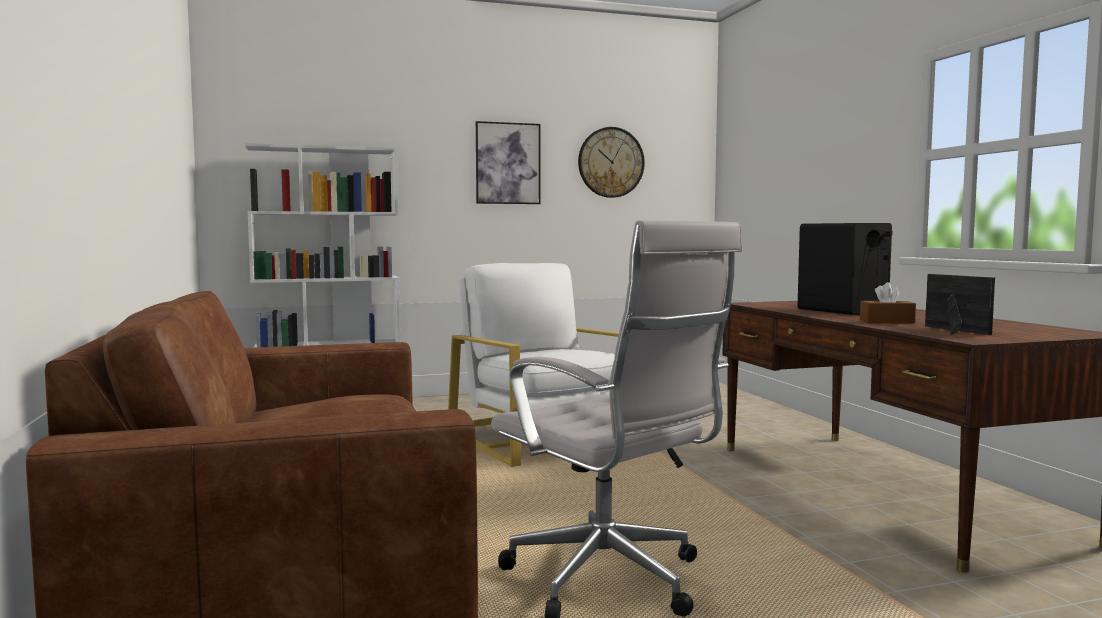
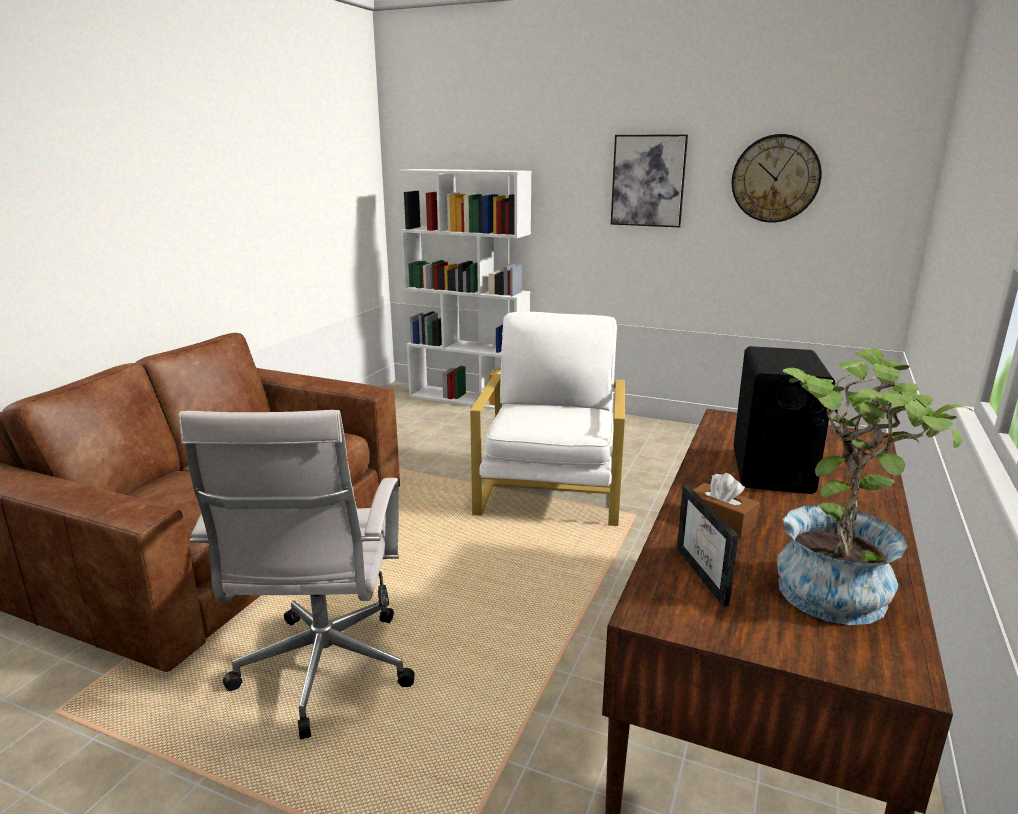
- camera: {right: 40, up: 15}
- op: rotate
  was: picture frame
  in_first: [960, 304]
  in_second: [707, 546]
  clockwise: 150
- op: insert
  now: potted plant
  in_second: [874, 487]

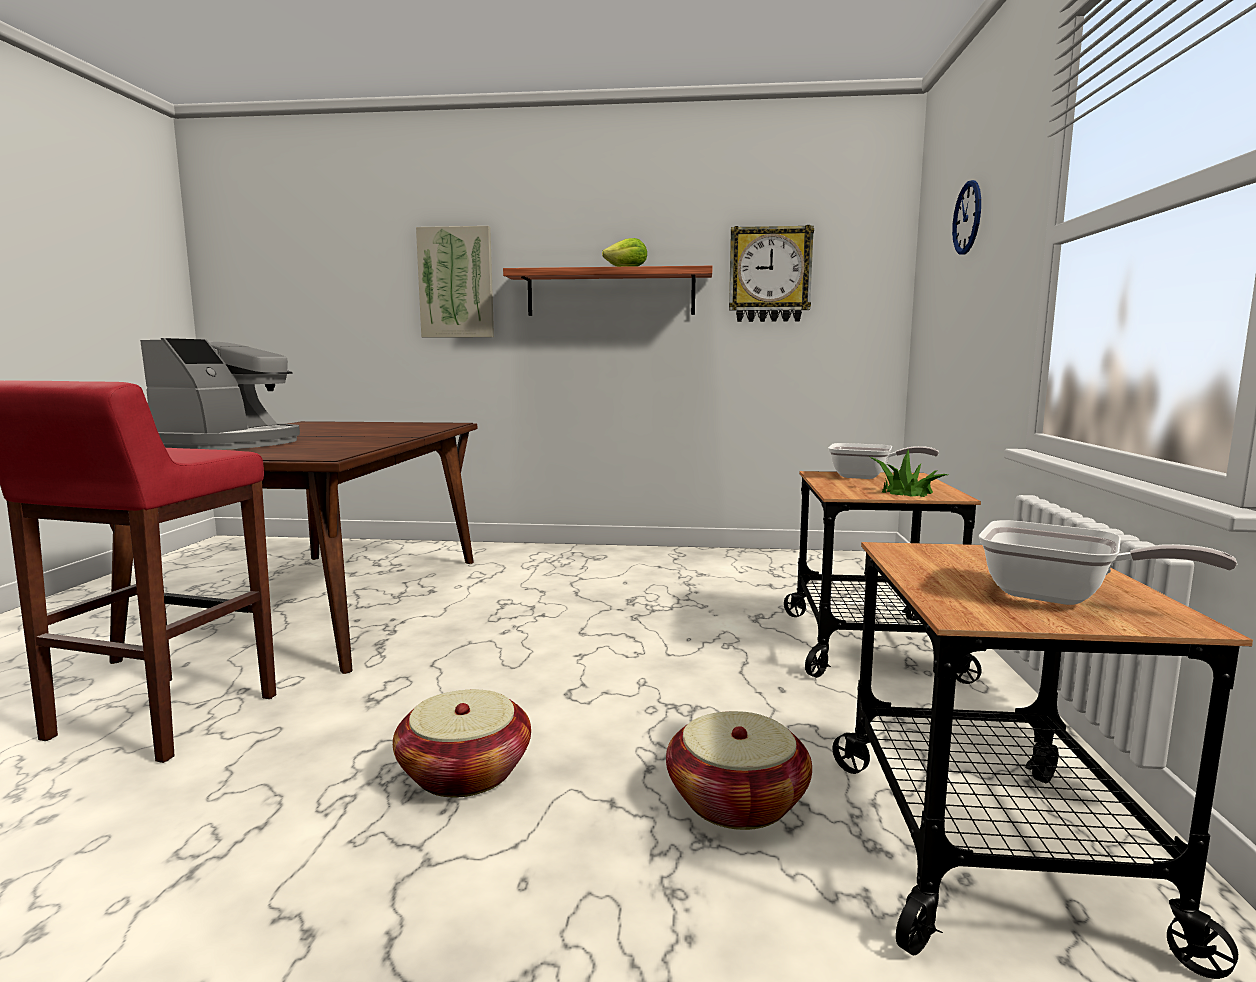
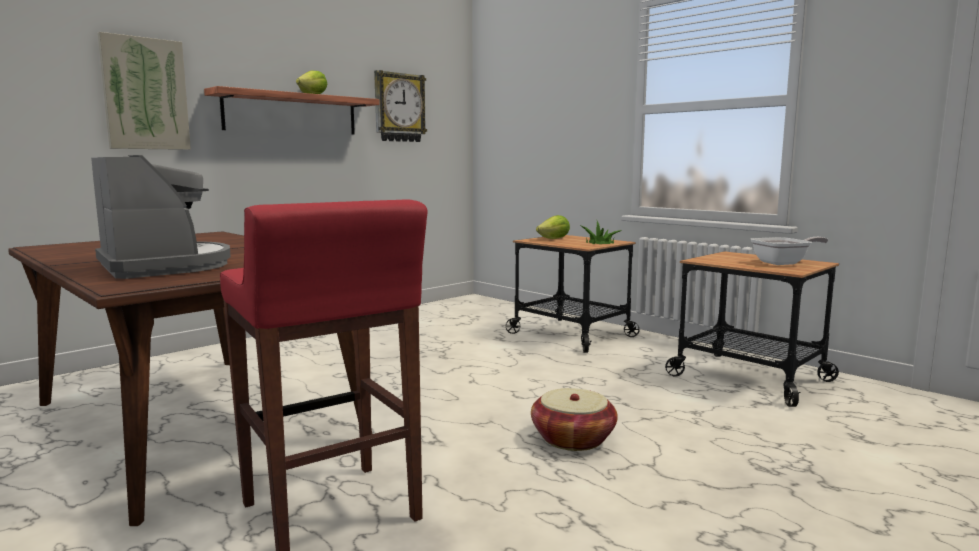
- camera: {right: -50, up: 0}
- op: delete
  was: basket
  in_first: [739, 770]
- op: replace
  was: frying pan
  now: lettuce
  in_first: [883, 461]
  in_second: [553, 227]
- op: delete
  was: wall clock
  in_first: [966, 217]

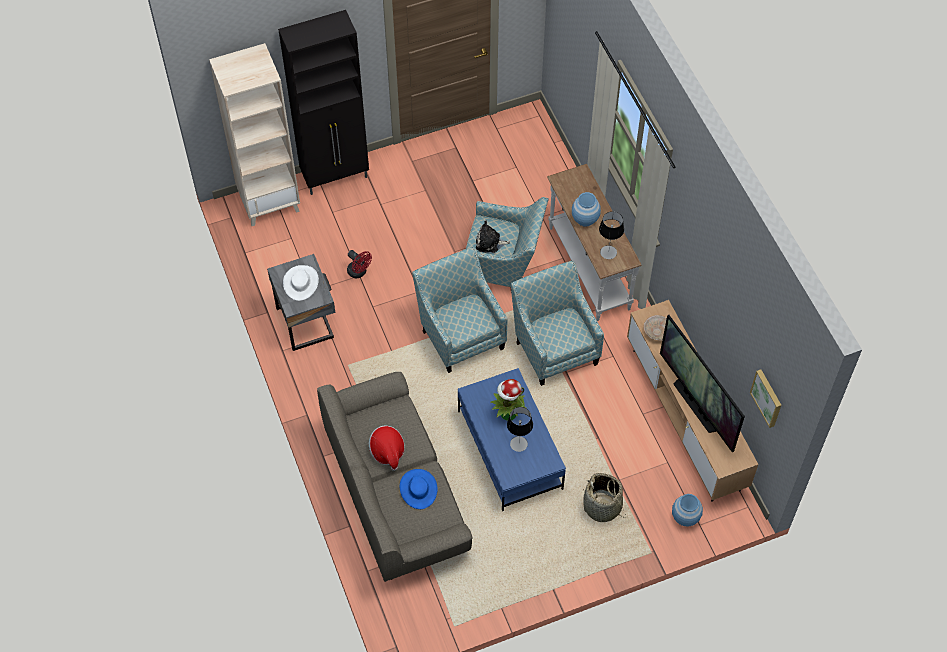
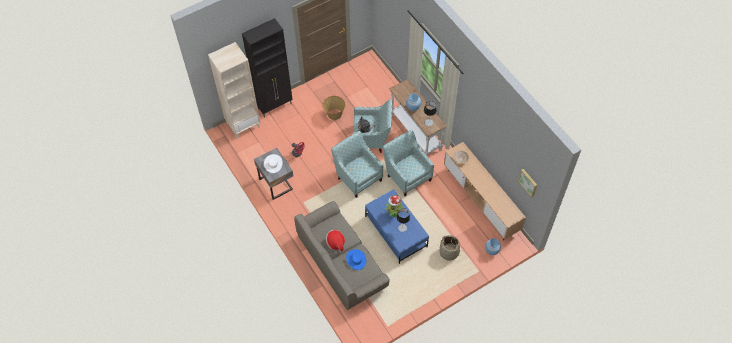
- camera: {right: -10, up: 0}
- op: delete
  was: television
  in_first: [702, 384]
- op: insert
  now: basket
  in_second: [333, 108]

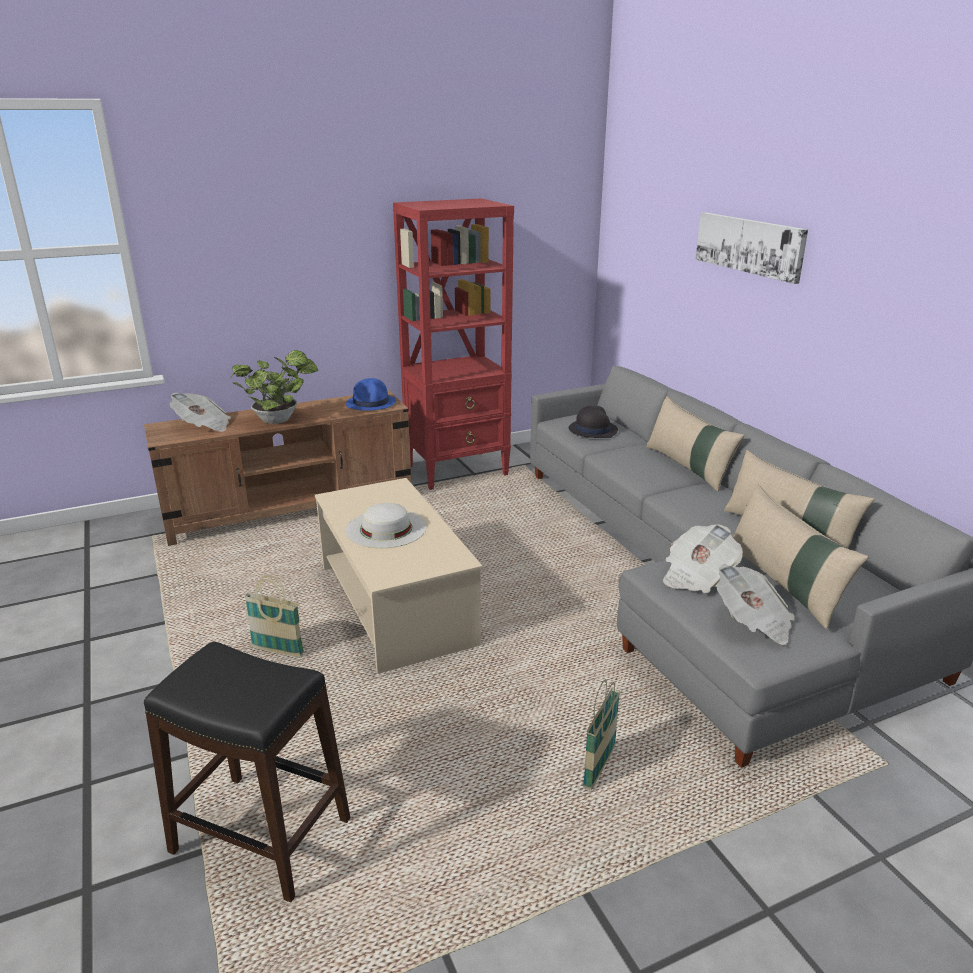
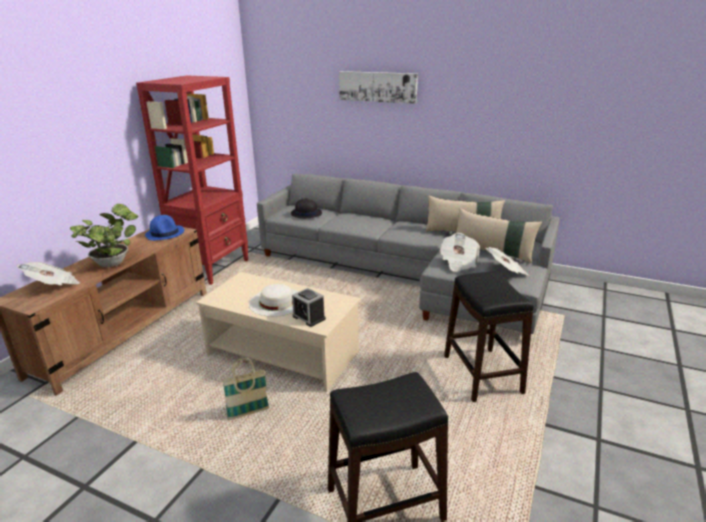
- camera: {right: -40, up: 0}
- op: replace
  was: basket
  now: stool (black)
  in_first: [601, 734]
  in_second: [489, 337]
- op: delete
  was: pillow (beige)
  in_first: [695, 444]
- op: insert
  now: alarm clock
  in_second: [309, 307]

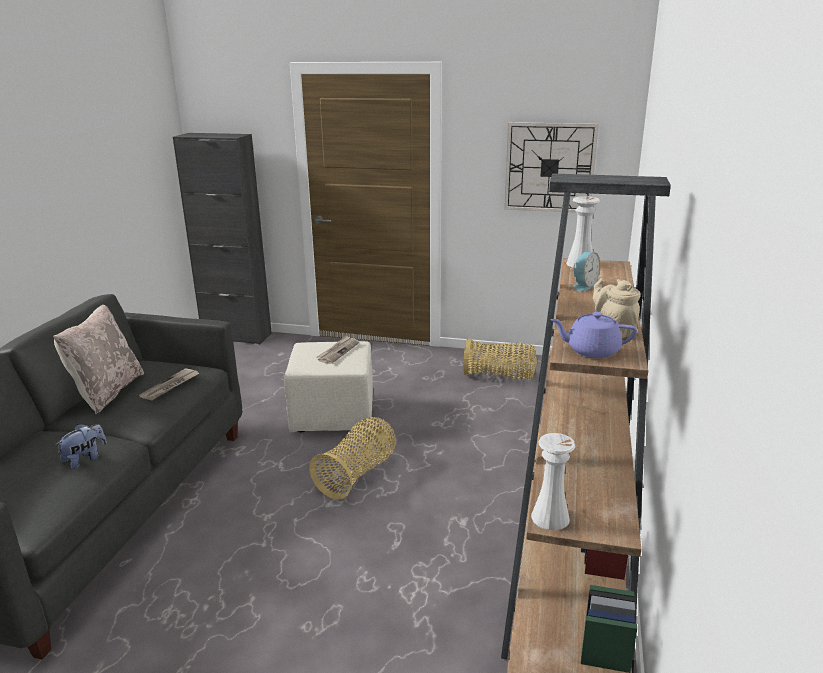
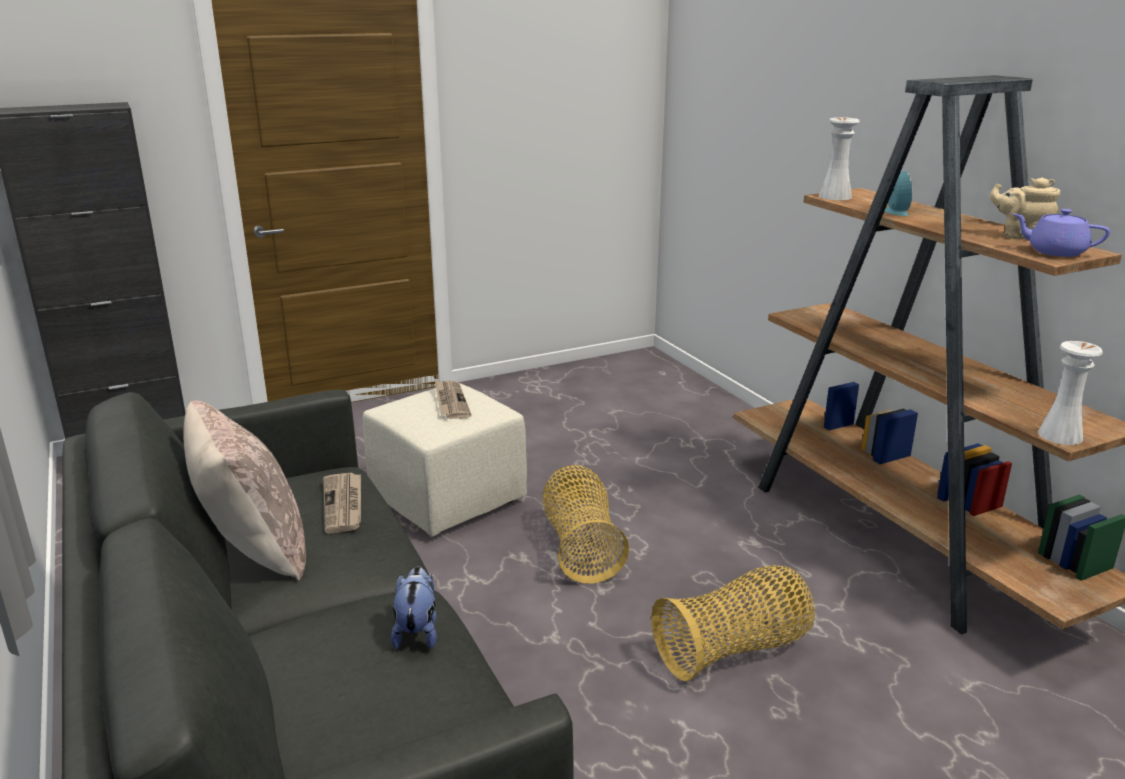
- camera: {right: -40, up: 0}
- op: move
  was: basket
  in_first: [500, 359]
  in_second: [733, 623]
- op: delete
  was: wall clock
  in_first: [551, 167]
- op: rotate
  was: teapot (purple)
  in_first: [593, 335]
  in_second: [1061, 233]
  clockwise: 60

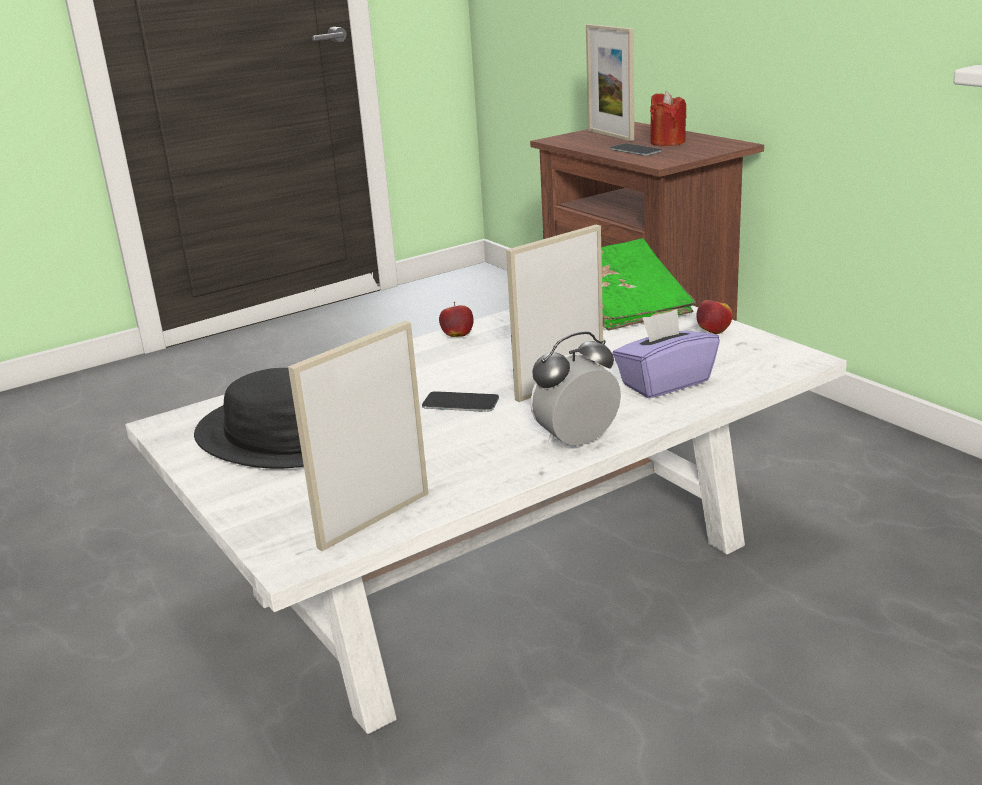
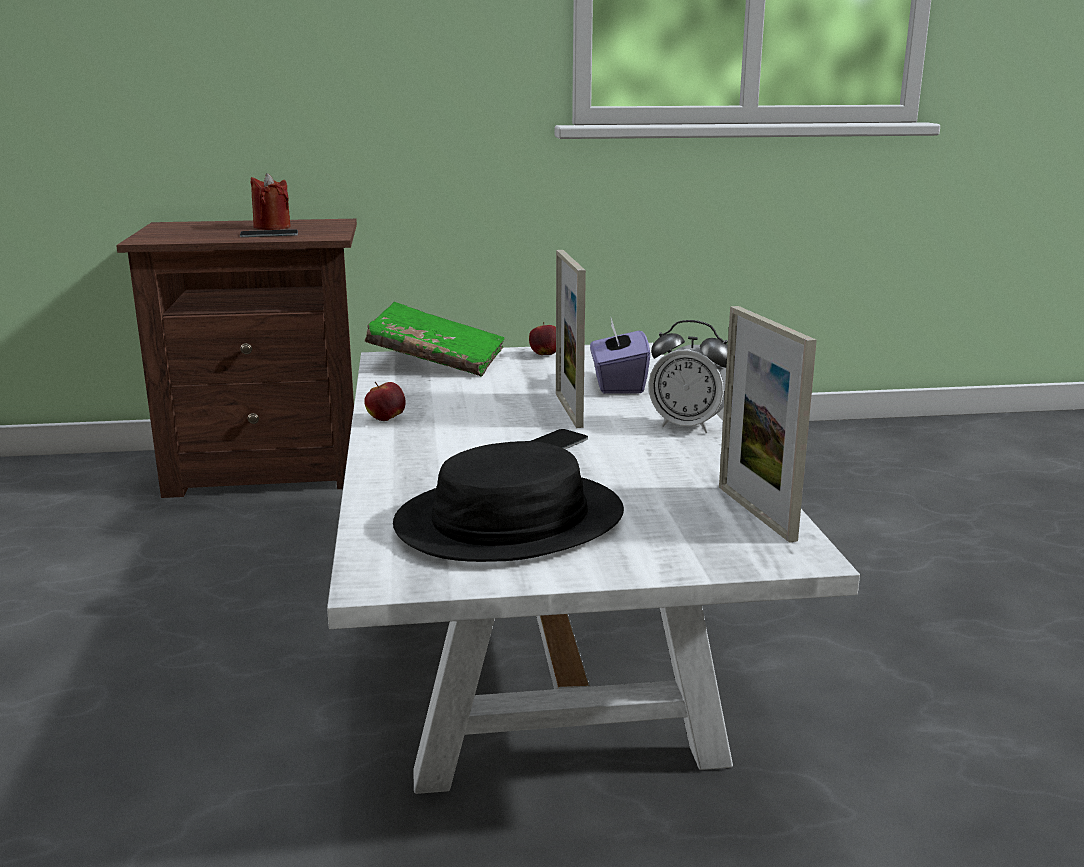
- camera: {right: -65, up: -5}
- op: rotate
  was: alarm clock
  in_first: [575, 389]
  in_second: [688, 376]
  clockwise: -60
- op: delete
  was: picture frame
  in_first: [610, 82]

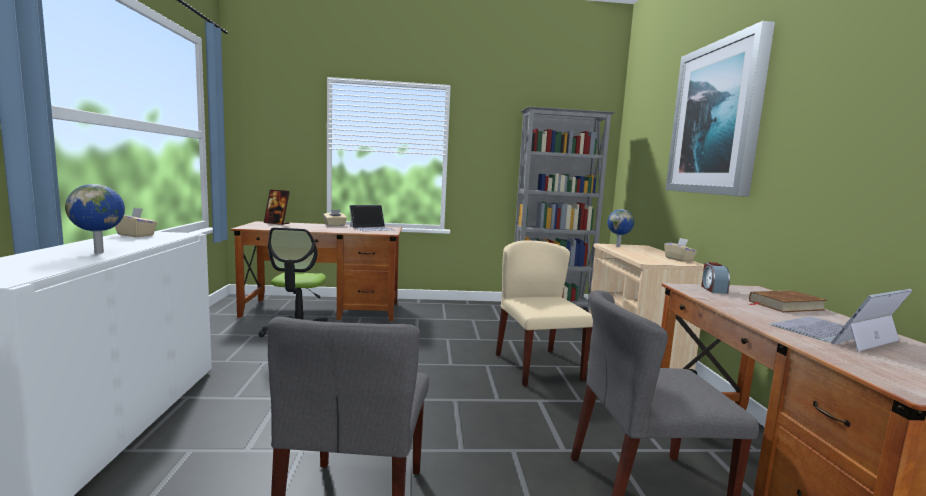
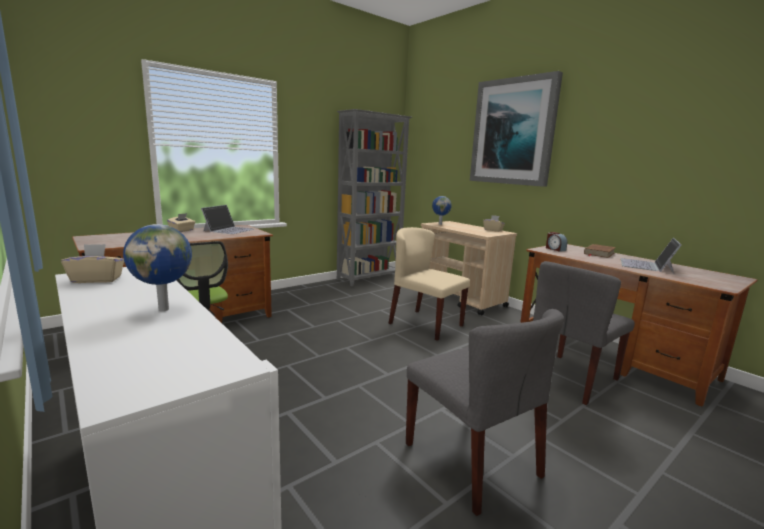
- camera: {right: -35, up: 5}
- op: delete
  was: picture frame
  in_first: [277, 207]

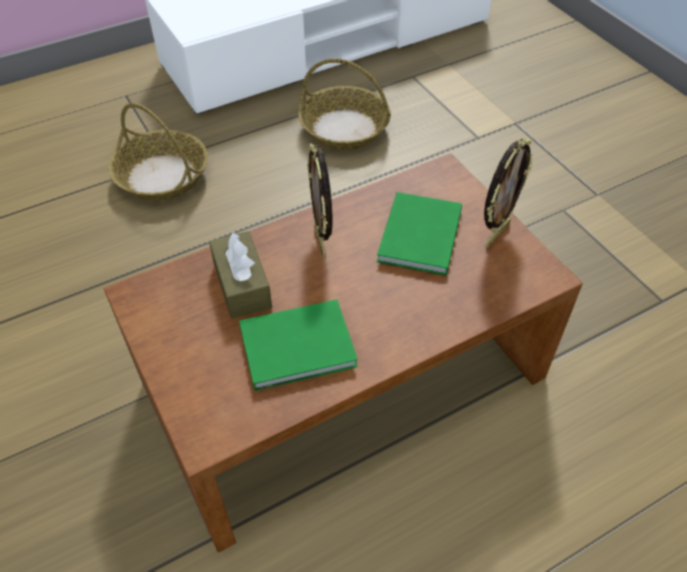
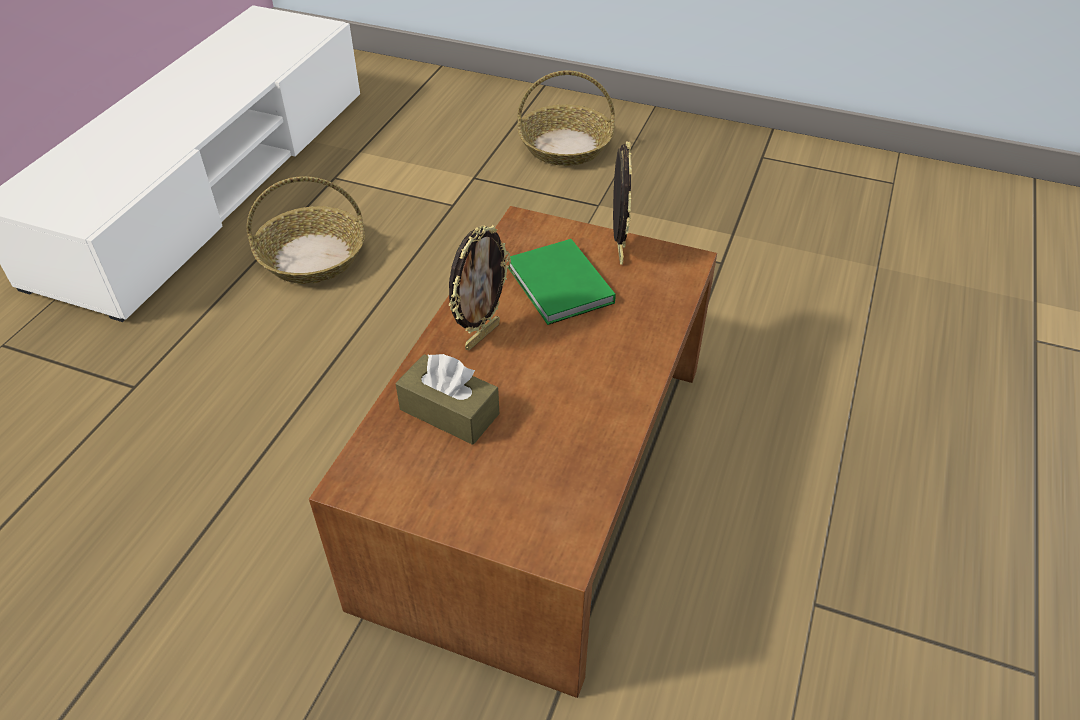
- camera: {right: -40, up: -5}
- op: move
  was: basket
  in_first: [158, 152]
  in_second: [566, 118]
- op: delete
  was: book (green)
  in_first: [298, 345]
- op: rotate
  was: picture frame
  in_first: [320, 200]
  in_second: [480, 287]
  clockwise: -90

